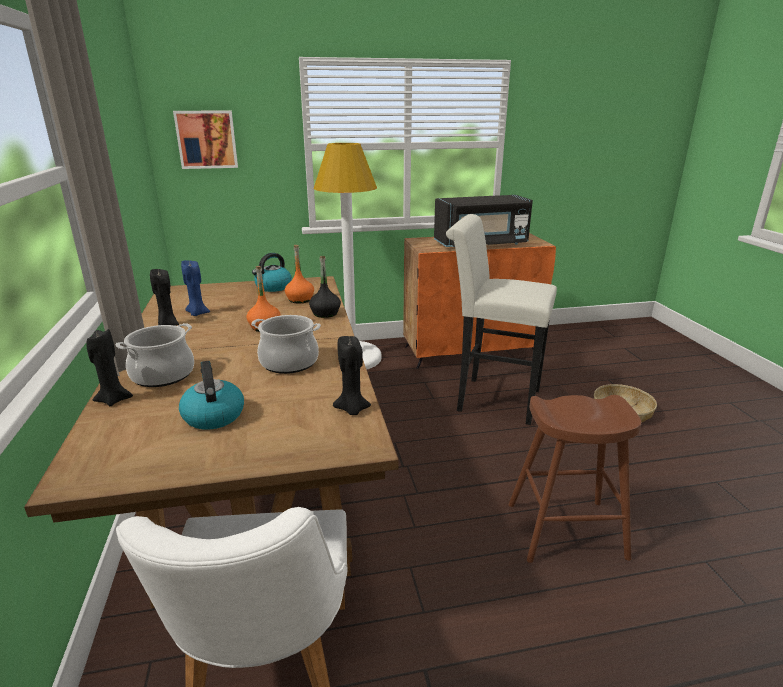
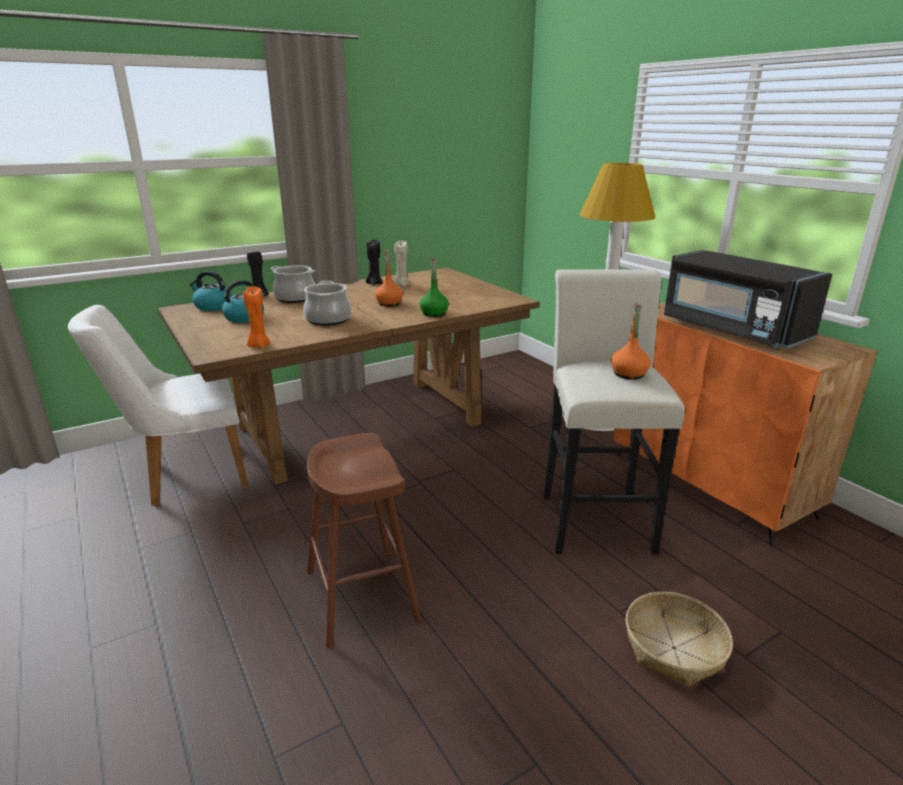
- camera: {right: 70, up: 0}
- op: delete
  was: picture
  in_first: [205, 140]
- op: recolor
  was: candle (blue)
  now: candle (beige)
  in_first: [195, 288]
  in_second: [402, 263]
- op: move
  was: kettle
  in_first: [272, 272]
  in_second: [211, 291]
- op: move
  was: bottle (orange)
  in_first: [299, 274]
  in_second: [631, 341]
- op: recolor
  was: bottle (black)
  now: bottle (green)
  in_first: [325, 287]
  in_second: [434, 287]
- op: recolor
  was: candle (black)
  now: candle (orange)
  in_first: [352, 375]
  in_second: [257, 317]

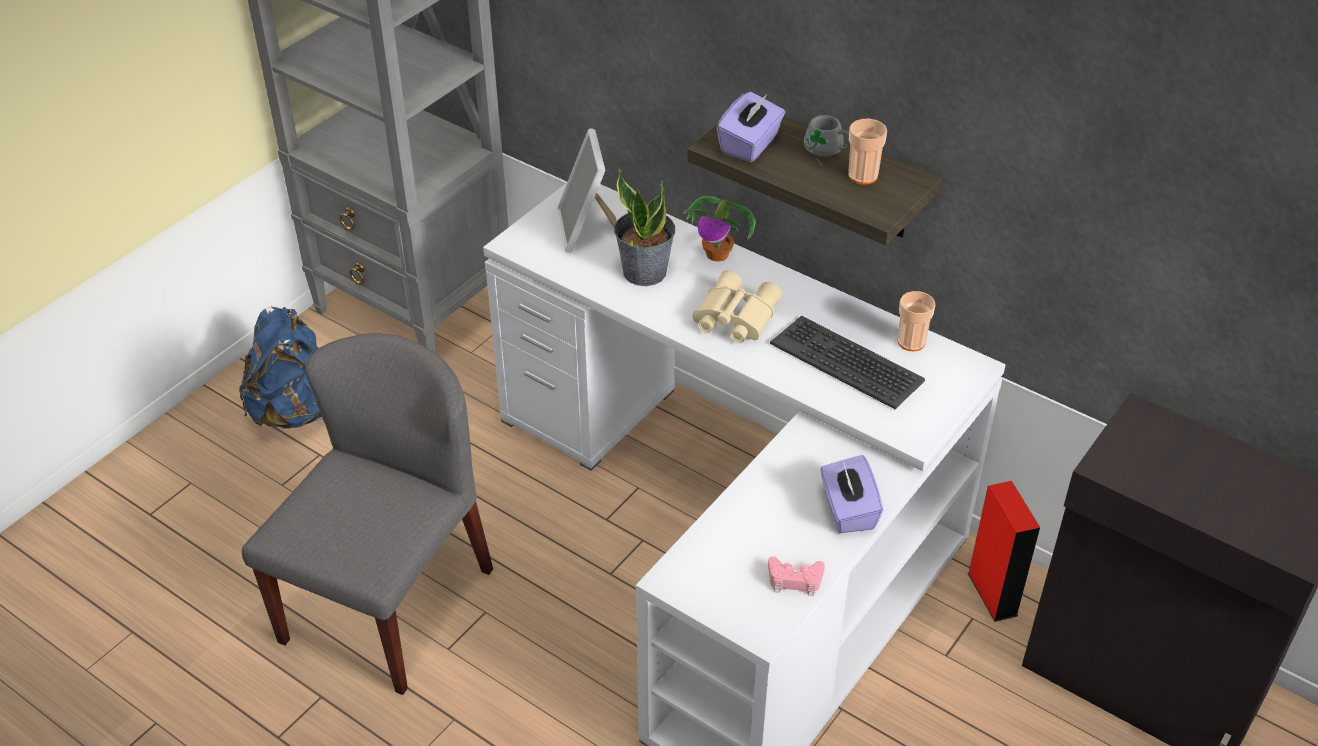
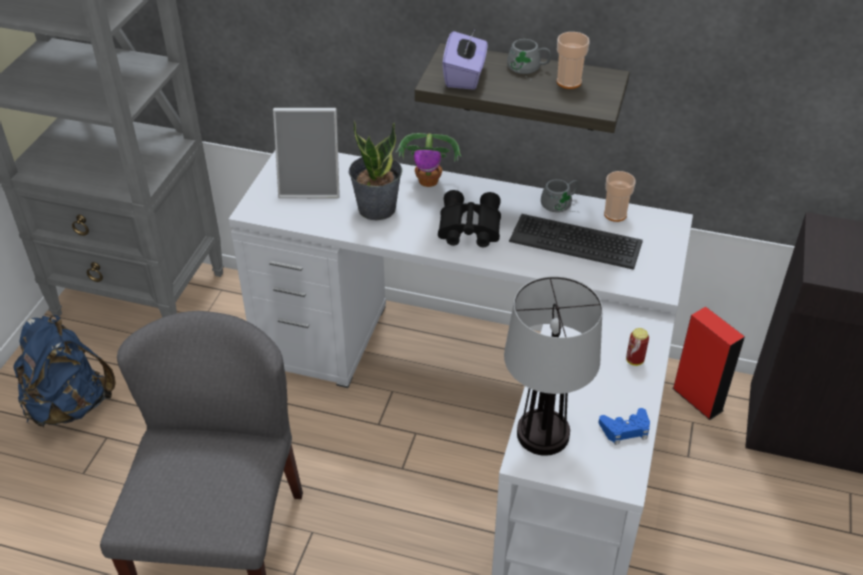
- camera: {right: -20, up: 0}
- op: rotate
  was: picture frame
  in_first: [587, 190]
  in_second: [306, 153]
  clockwise: -60
- op: recolor
  was: binoculars (beige)
  now: binoculars (black)
  in_first: [737, 306]
  in_second: [469, 218]
- op: recolor
  was: game controller (pink)
  now: game controller (blue)
  in_first: [796, 576]
  in_second: [624, 426]
- op: replace
  was: tissue box (purple)
  now: can
  in_first: [851, 494]
  in_second: [637, 347]
- op: insert
  now: table lamp
  in_second: [553, 366]
- op: insert
  now: mug (grey)
  in_second: [560, 195]

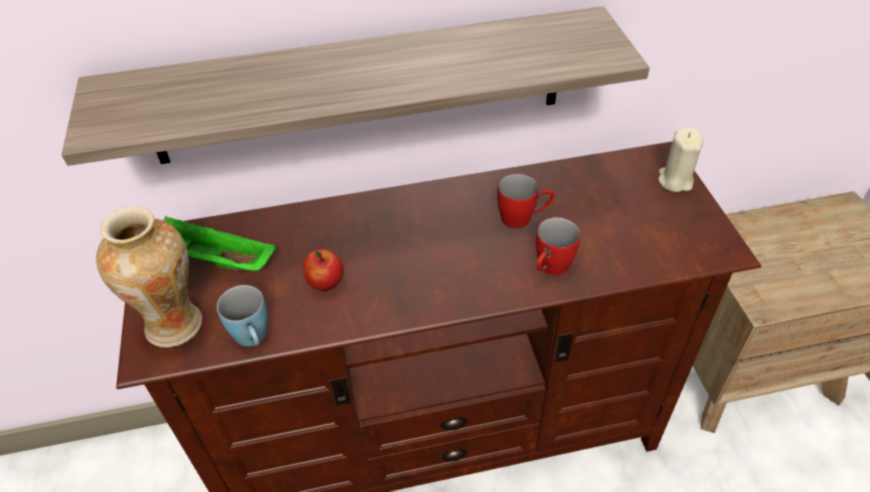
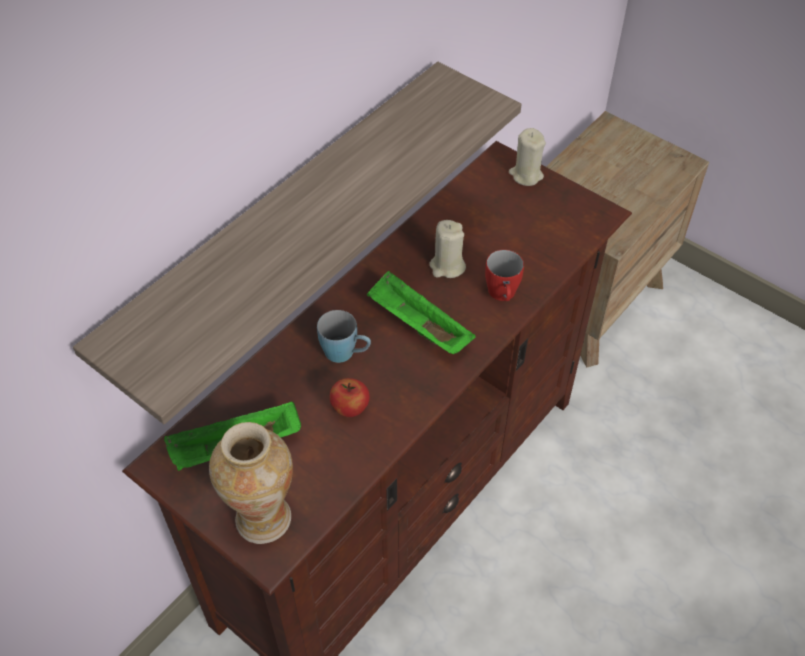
- camera: {right: -40, up: 5}
- op: move
  was: mug (blue)
  in_first: [242, 315]
  in_second: [344, 336]
- op: replace
  was: mug (red)
  now: candle (beige)
  in_first: [525, 200]
  in_second: [447, 249]
- op: insert
  now: tray (green)
  in_second: [421, 312]

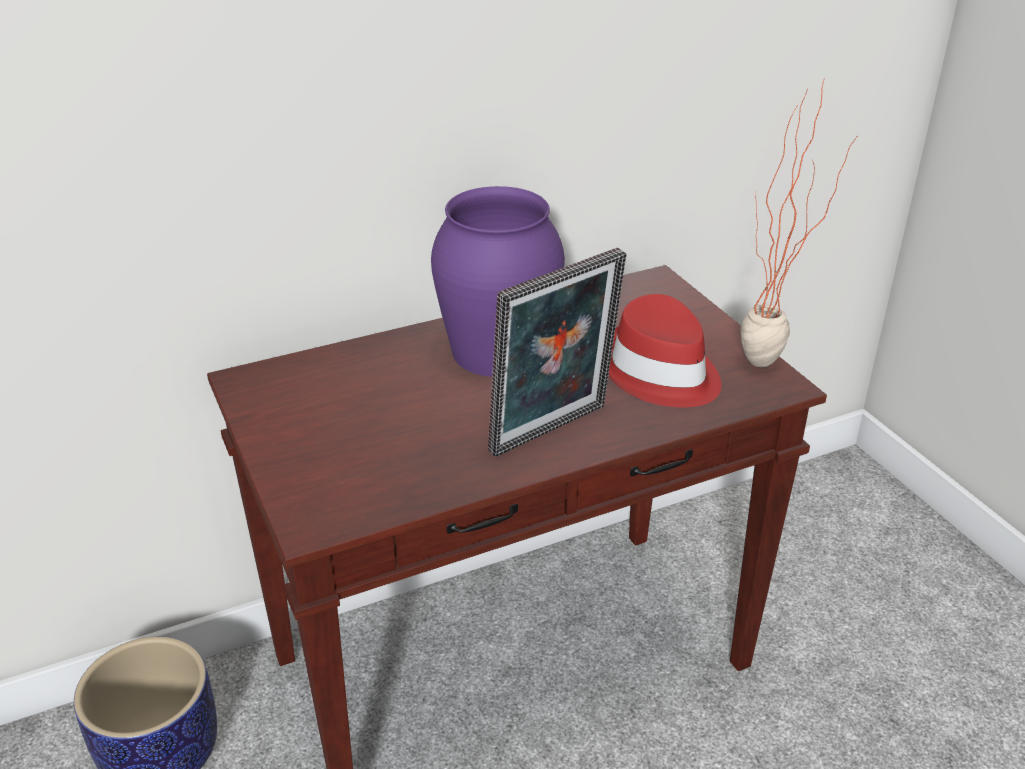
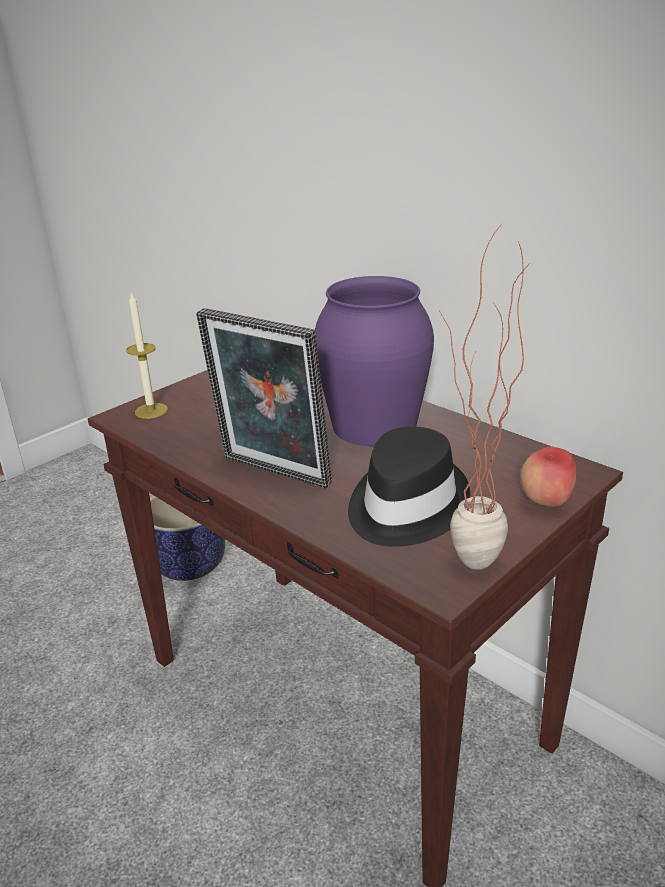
- camera: {right: 70, up: -5}
- op: recolor
  was: hat (red)
  now: hat (black)
  in_first: [664, 350]
  in_second: [409, 486]
- op: insert
  now: candle
  in_second: [147, 355]
- op: insert
  now: apple
  in_second: [548, 476]

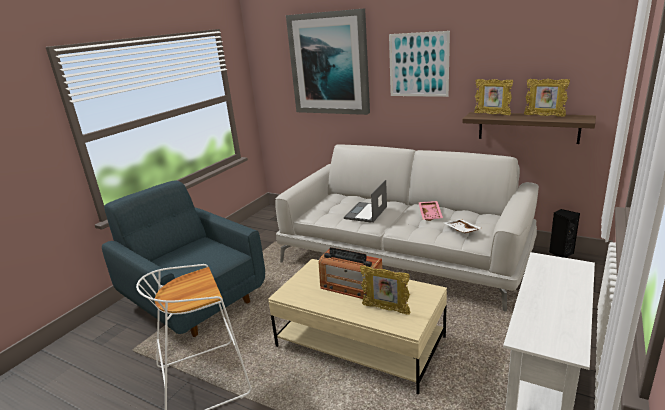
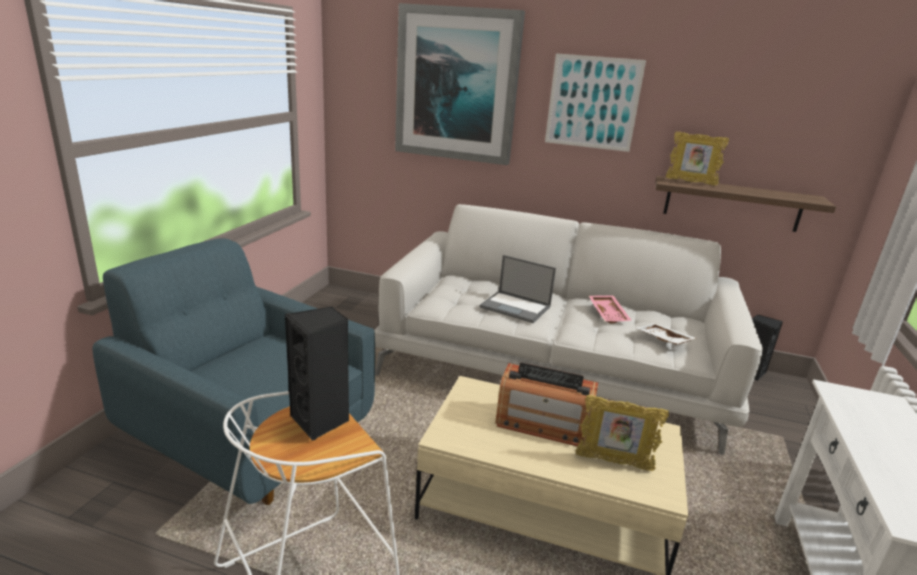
- camera: {right: -15, up: 0}
- op: rotate
  was: laptop
  in_first: [365, 201]
  in_second: [518, 289]
  clockwise: -75
- op: delete
  was: picture frame
  in_first: [547, 98]
- op: insert
  now: speaker (black)
  in_second: [317, 374]

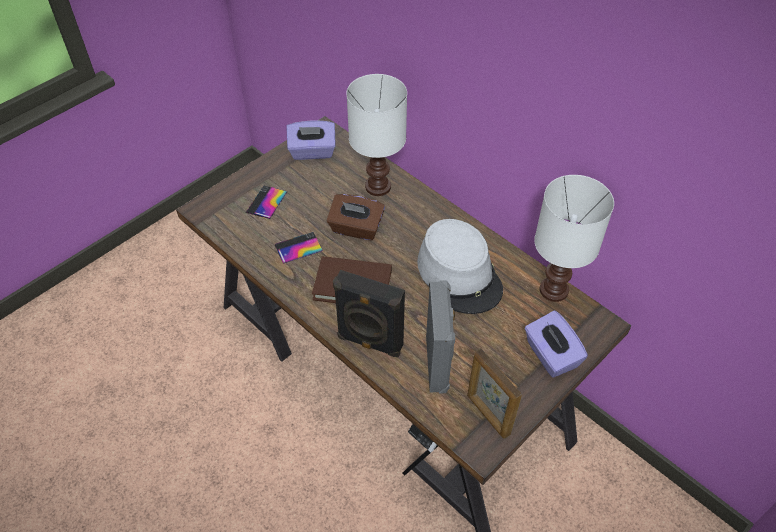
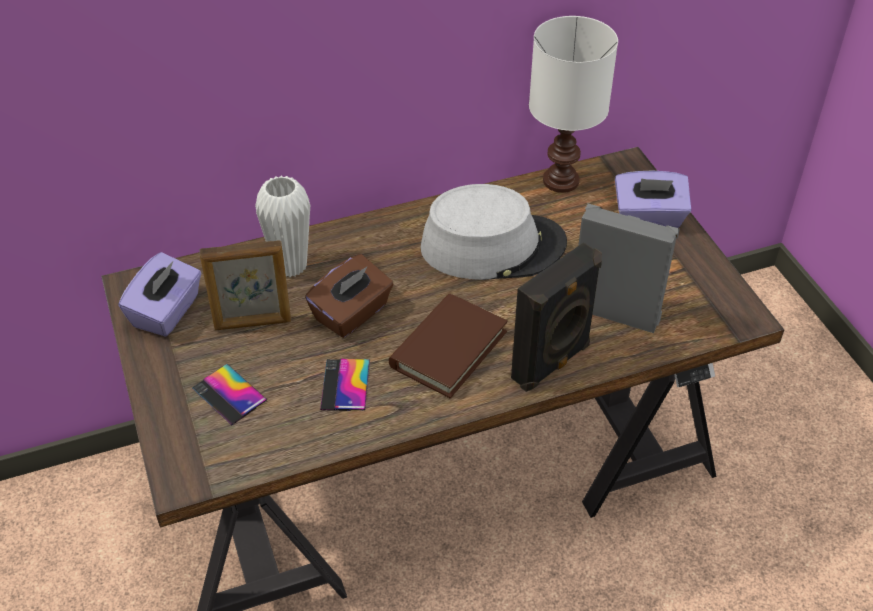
- camera: {right: -65, up: -5}
- op: replace
  was: table lamp (white)
  now: vase (white)
  in_first: [376, 135]
  in_second: [282, 226]
- op: move
  was: picture frame
  in_first: [494, 393]
  in_second: [245, 285]

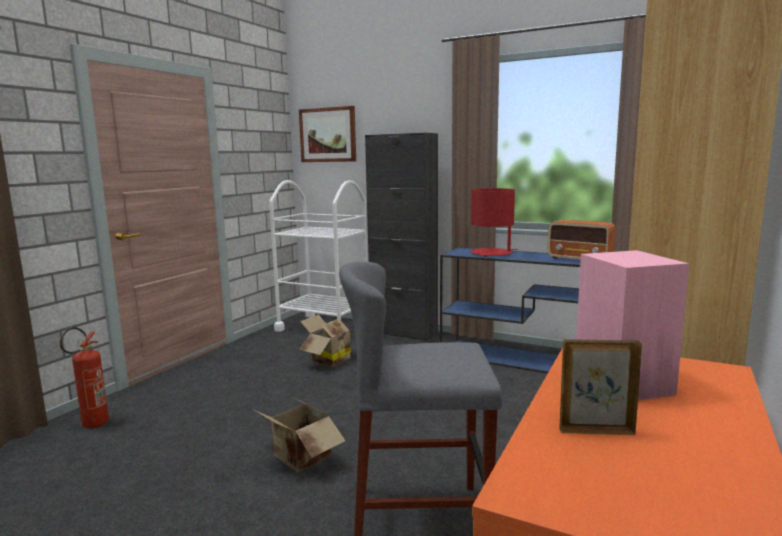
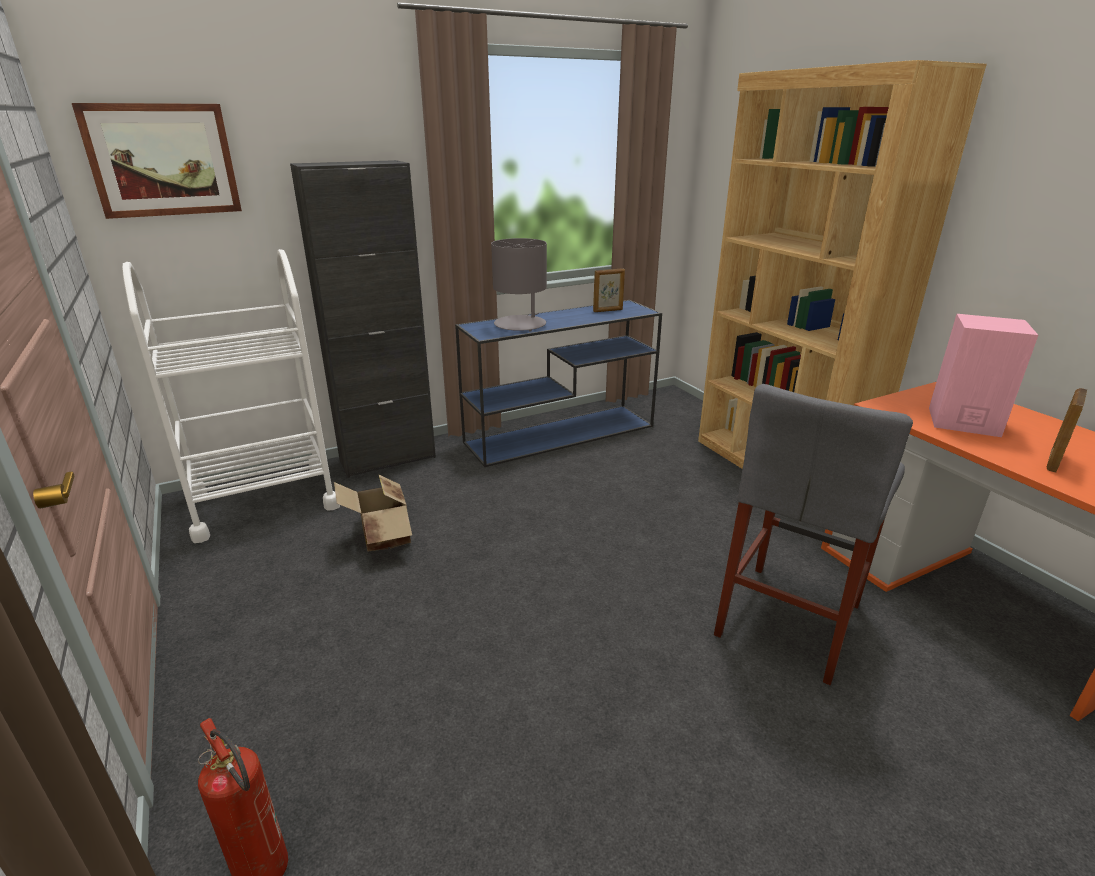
- camera: {right: -55, up: 15}
- op: delete
  was: cardboard box
  in_first: [299, 433]
- op: recolor
  was: table lamp (red)
  now: table lamp (grey)
  in_first: [494, 222]
  in_second: [519, 285]
- op: replace
  was: radio
  now: picture frame
  in_first: [581, 240]
  in_second: [609, 290]

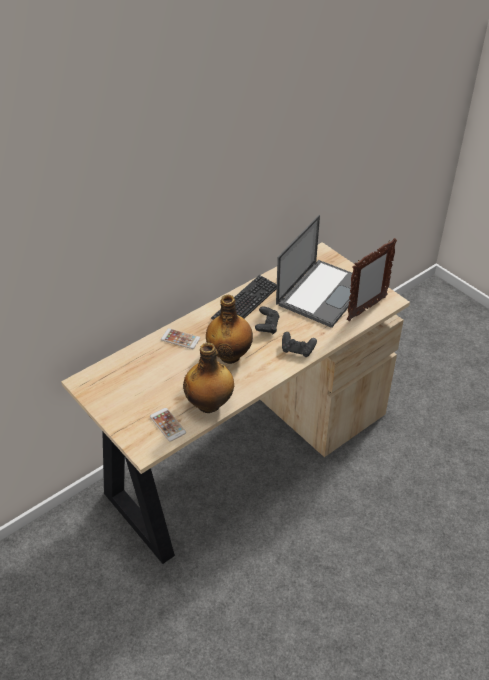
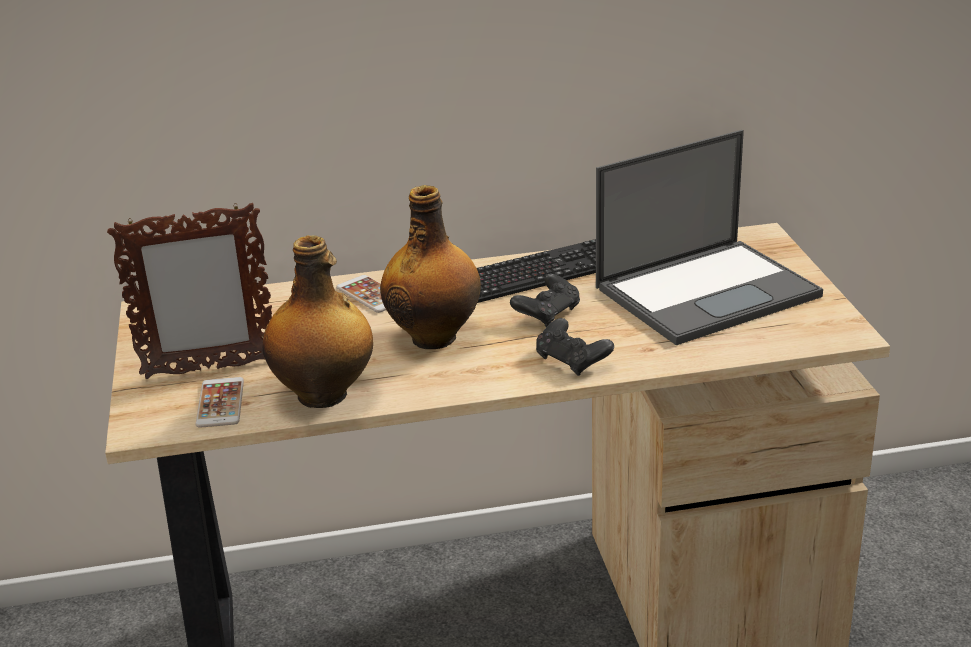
- camera: {right: 30, up: -15}
- op: move
  was: picture frame
  in_first: [372, 279]
  in_second: [189, 291]

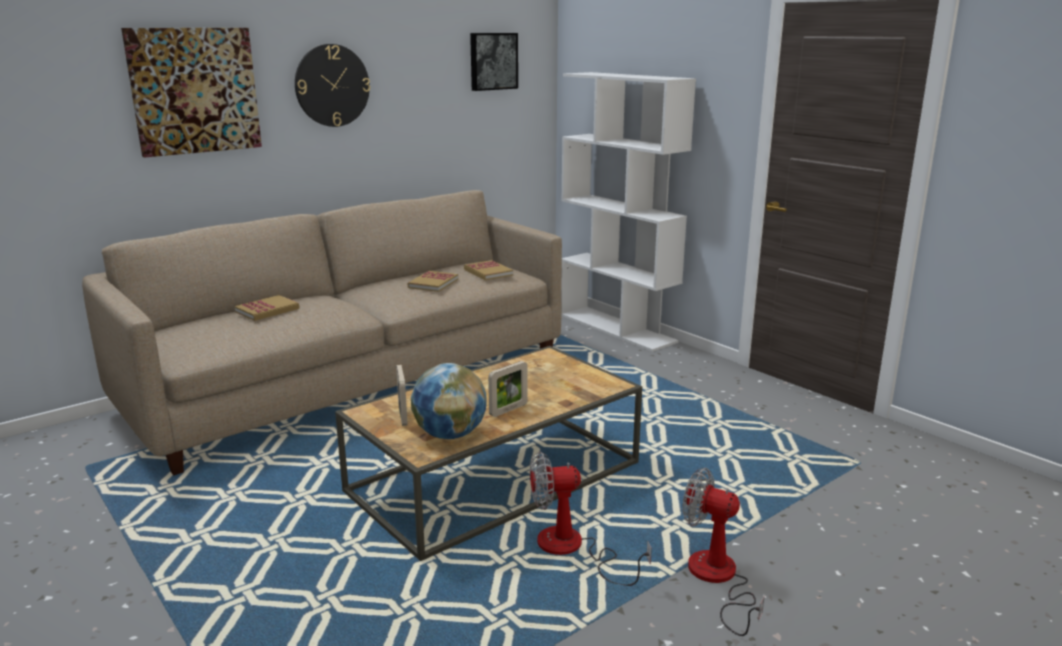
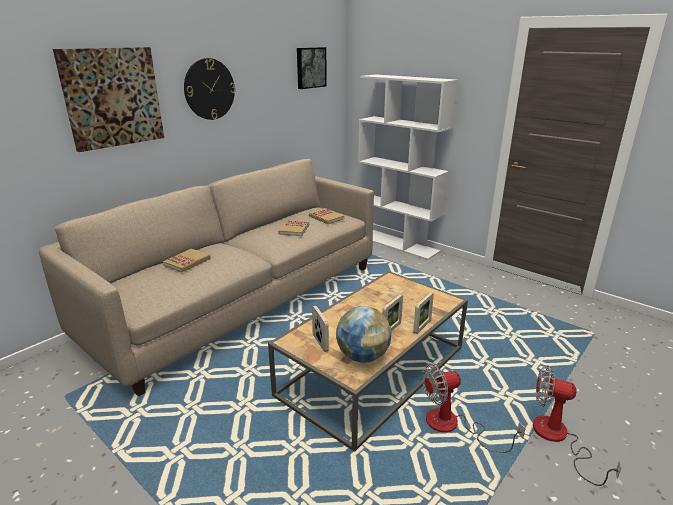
- camera: {right: -10, up: 5}
- op: insert
  now: picture frame
  in_second: [423, 313]

